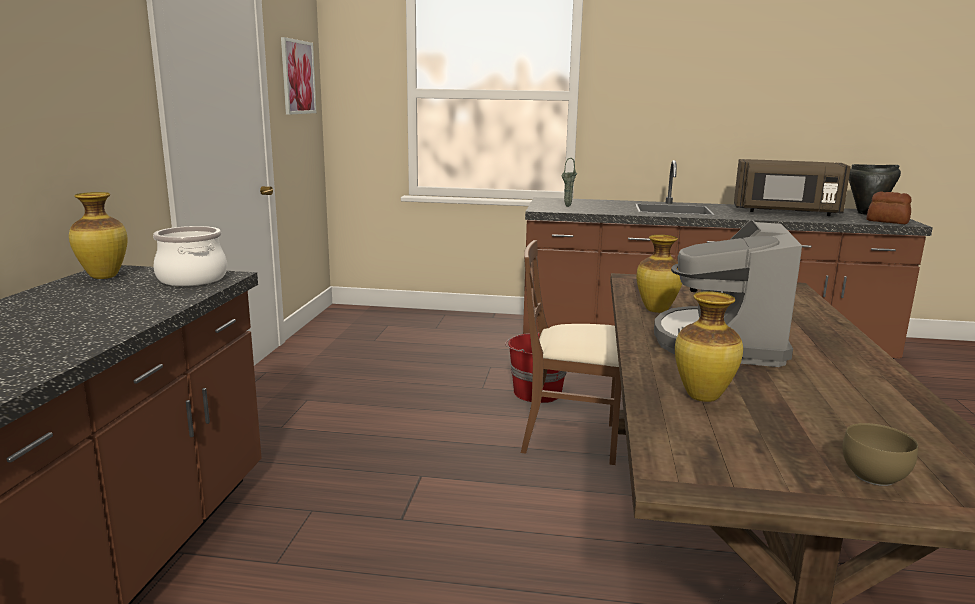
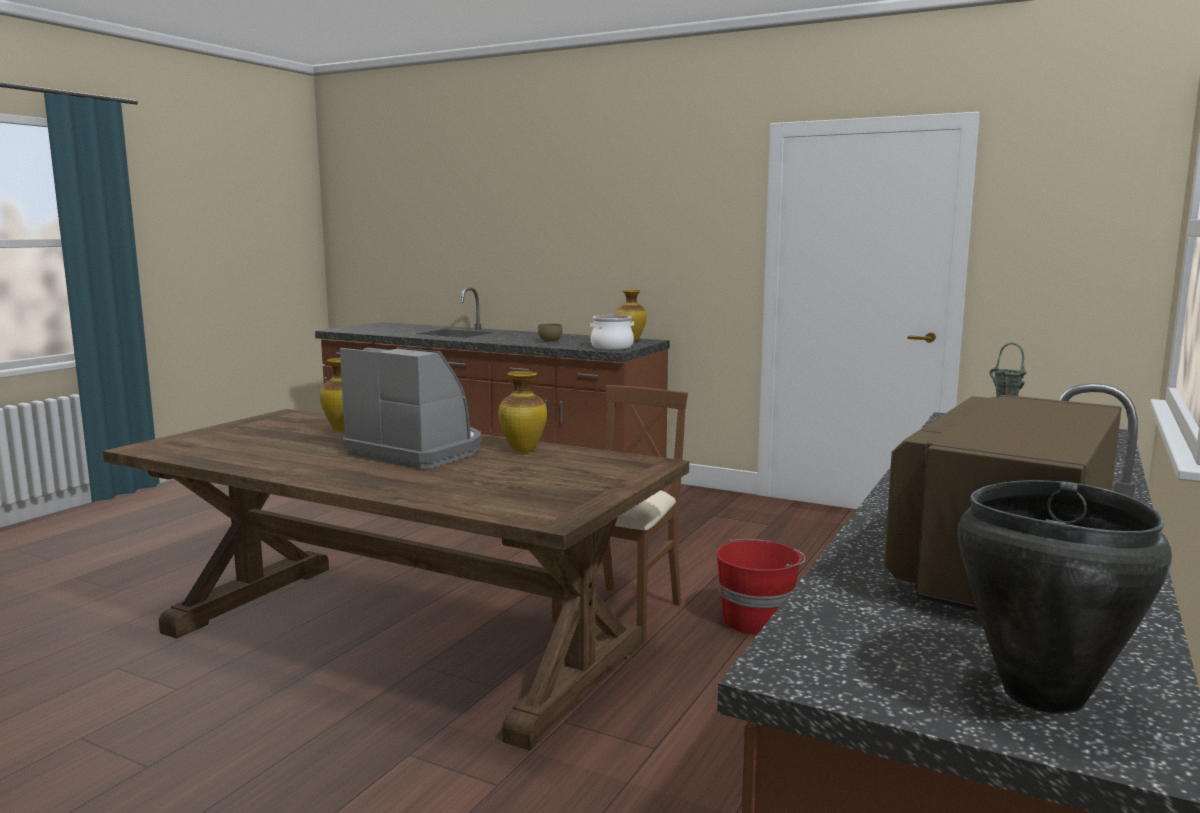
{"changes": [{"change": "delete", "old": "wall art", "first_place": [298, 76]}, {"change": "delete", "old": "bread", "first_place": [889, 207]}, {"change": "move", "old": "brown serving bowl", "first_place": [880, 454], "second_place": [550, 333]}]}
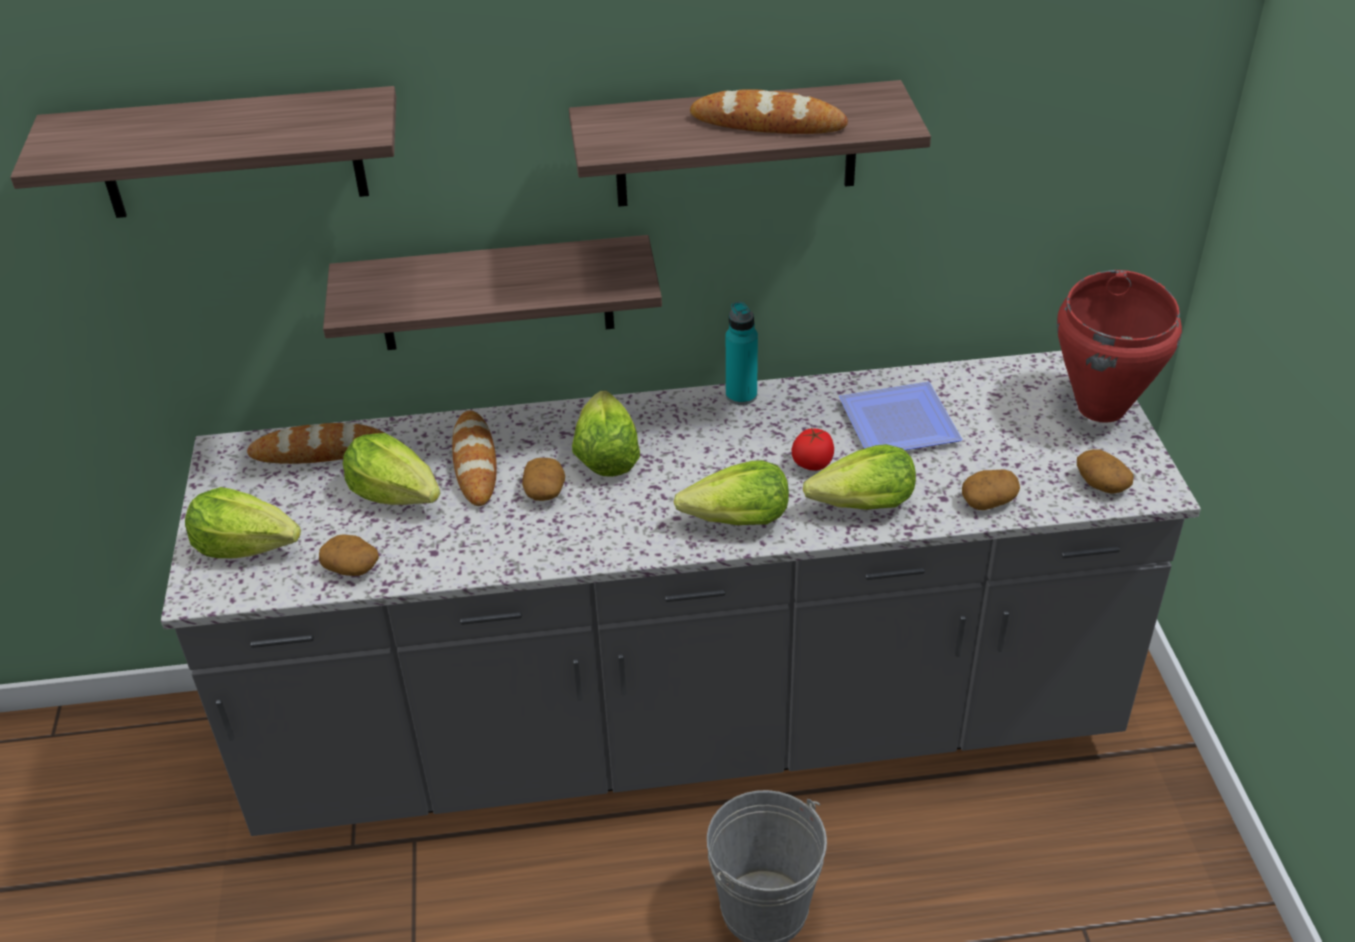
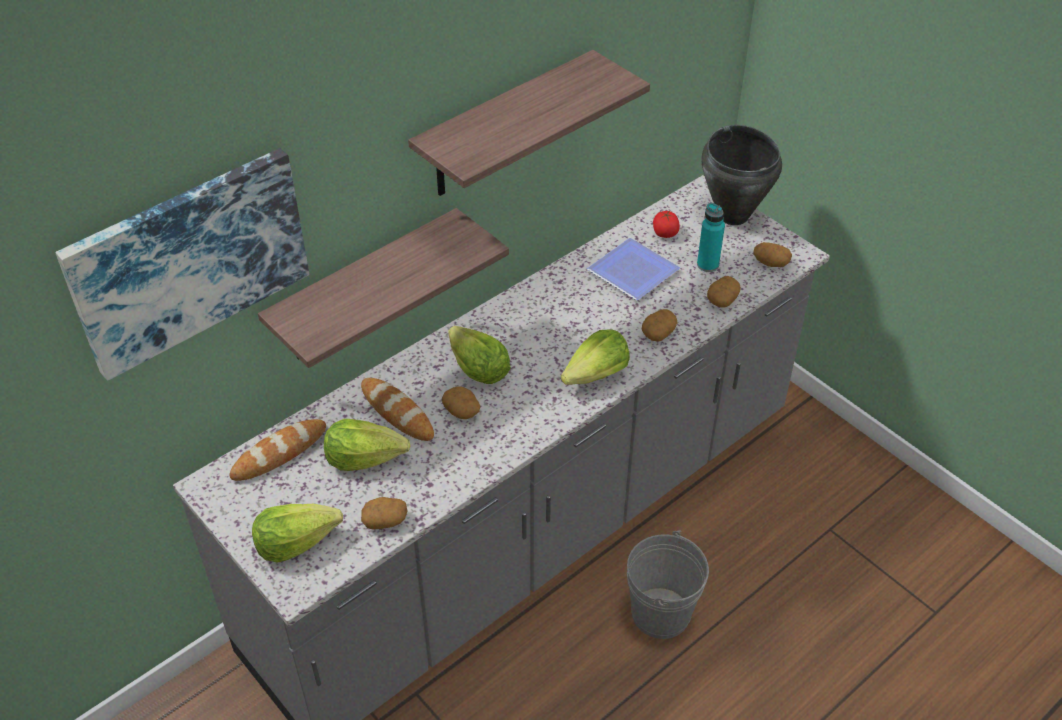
{"changes": [{"change": "delete", "old": "bread", "first_place": [769, 111]}, {"change": "move", "old": "turquoise-coloured bottle", "first_place": [742, 353], "second_place": [711, 237]}, {"change": "move", "old": "tomato", "first_place": [812, 449], "second_place": [666, 224]}, {"change": "replace", "old": "shelf", "new": "wall art", "first_place": [203, 152], "second_place": [182, 264]}, {"change": "replace", "old": "lettuce", "new": "whole potato", "first_place": [859, 477], "second_place": [660, 325]}, {"change": "recolor", "old": "red-coloured saucepot", "new": "black saucepot", "first_place": [1119, 346], "second_place": [742, 175]}]}
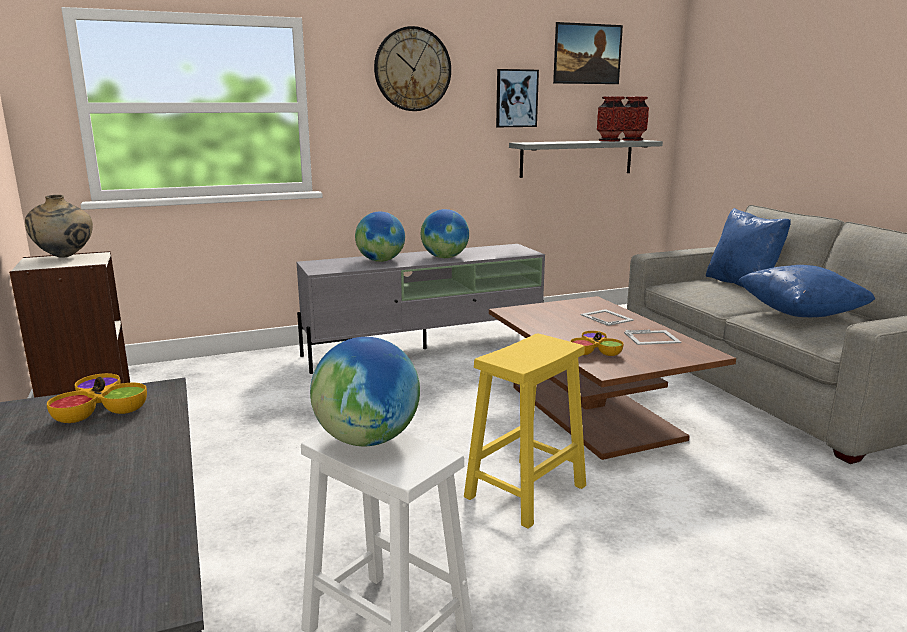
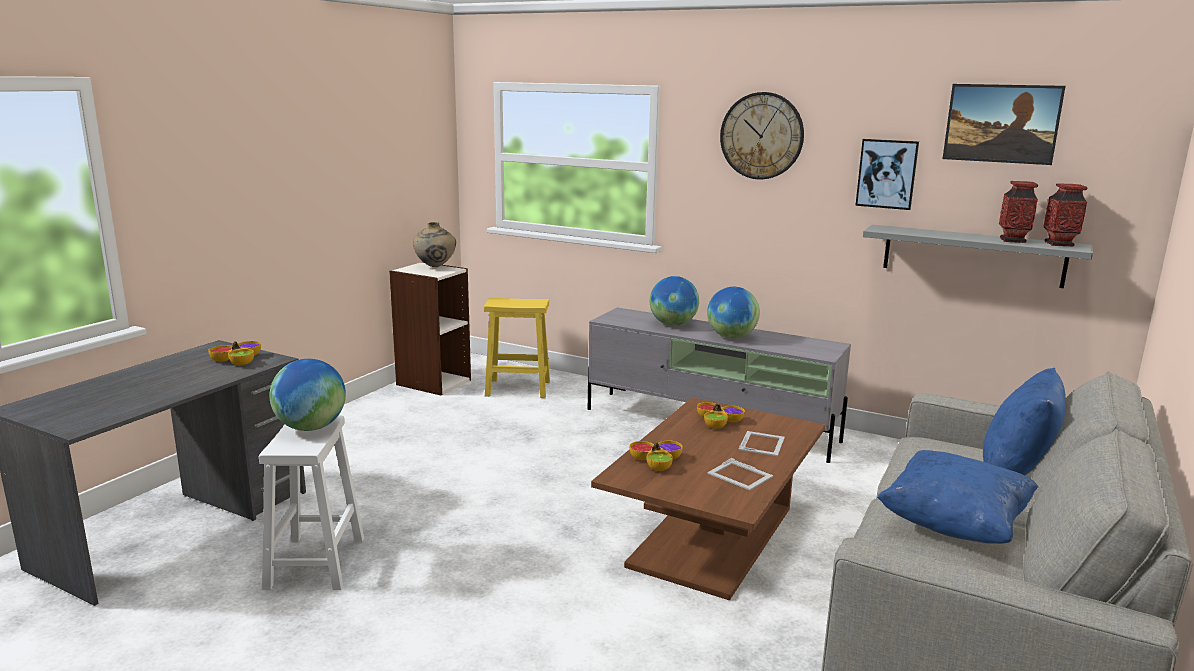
{"changes": [{"change": "insert", "new": "serving bowl", "second_place": [721, 415]}, {"change": "move", "old": "yellowish sitting stool", "first_place": [525, 431], "second_place": [517, 347]}]}
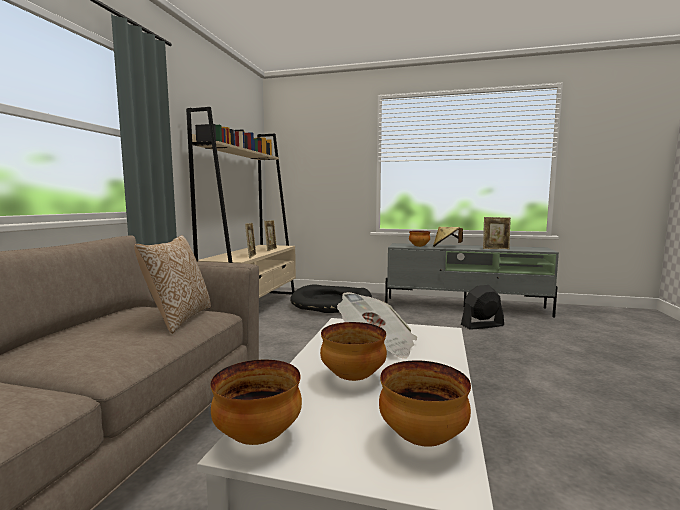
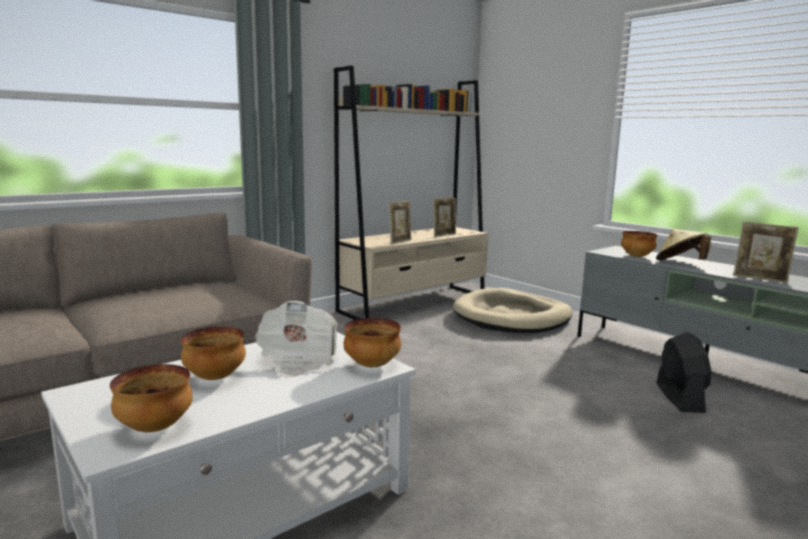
{"changes": [{"change": "delete", "old": "pillow", "first_place": [172, 284]}, {"change": "move", "old": "serving bowl", "first_place": [256, 402], "second_place": [372, 342]}, {"change": "recolor", "old": "black pet bed", "new": "beige pet bed", "first_place": [331, 298], "second_place": [512, 310]}, {"change": "rotate", "old": "black fan", "first_place": [482, 307], "second_place": [684, 372], "degrees": 75}]}
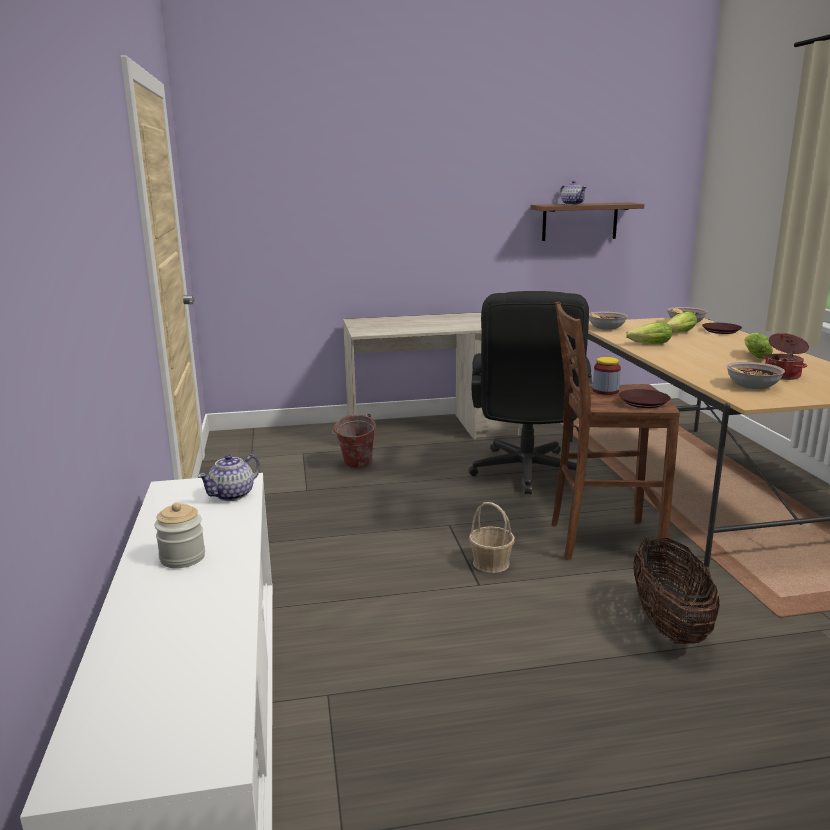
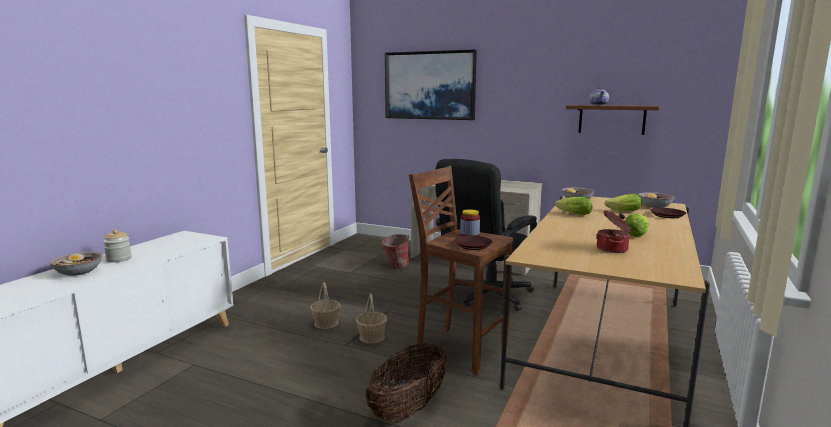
{"changes": [{"change": "delete", "old": "teapot", "first_place": [228, 477]}, {"change": "insert", "new": "storage basket", "second_place": [325, 305]}, {"change": "insert", "new": "wall art", "second_place": [431, 84]}, {"change": "move", "old": "serving bowl", "first_place": [756, 375], "second_place": [76, 263]}]}
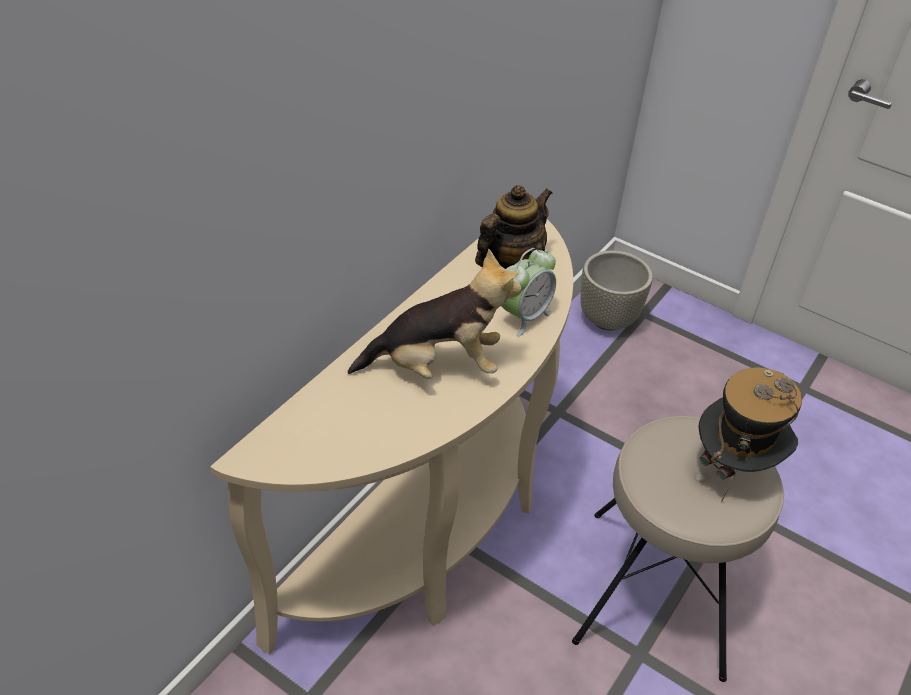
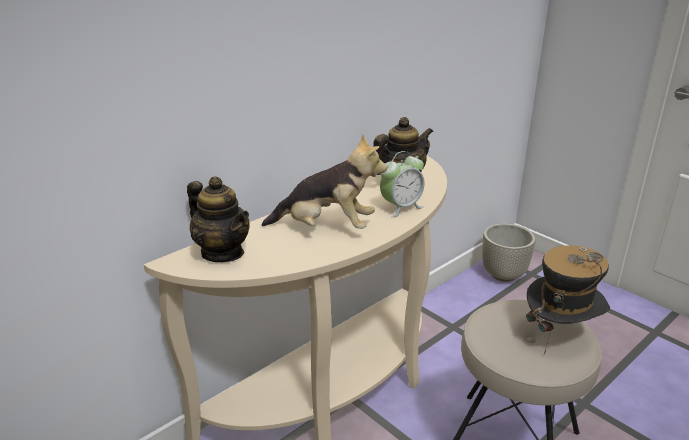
{"changes": [{"change": "insert", "new": "teapot", "second_place": [218, 219]}]}
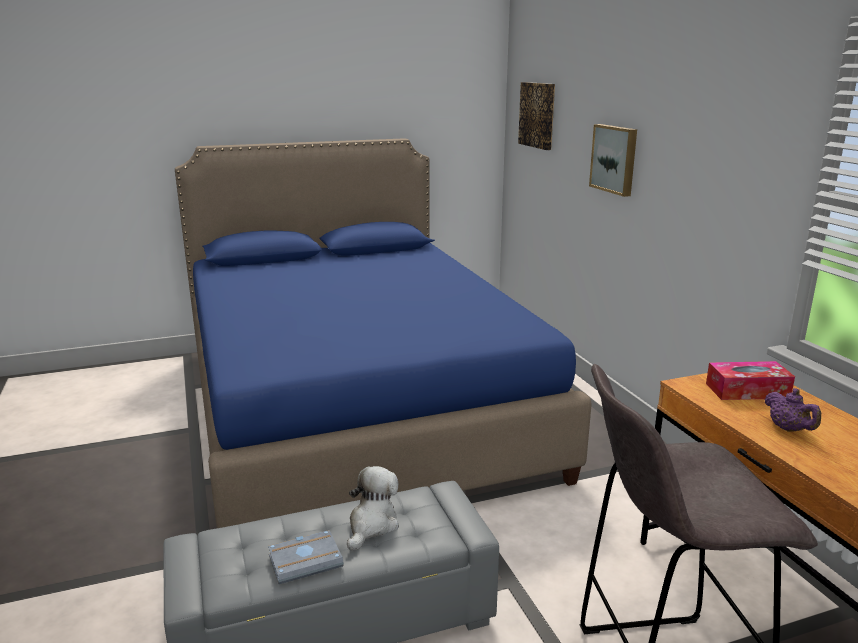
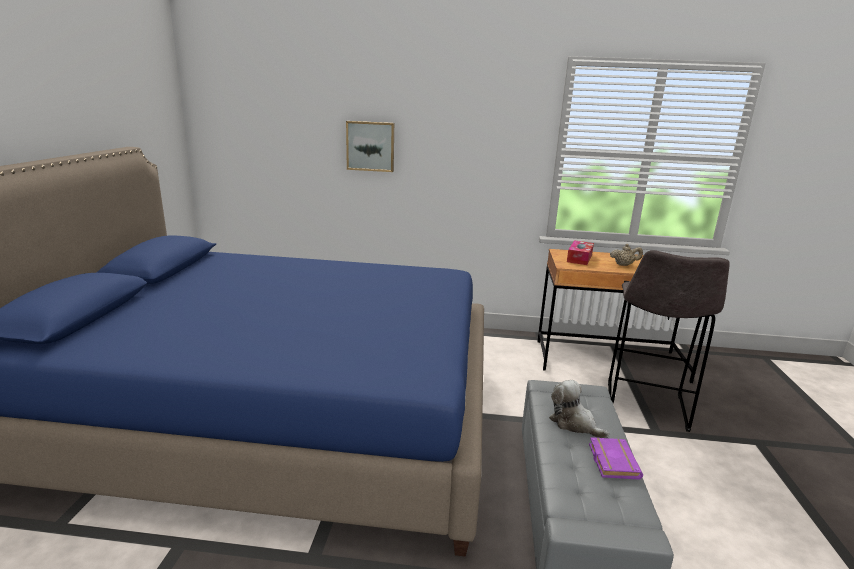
{"changes": [{"change": "delete", "old": "wall art", "first_place": [536, 116]}, {"change": "recolor", "old": "grey book", "new": "purple book", "first_place": [306, 557], "second_place": [616, 458]}, {"change": "recolor", "old": "purple teapot", "new": "beige teapot", "first_place": [792, 410], "second_place": [626, 255]}]}
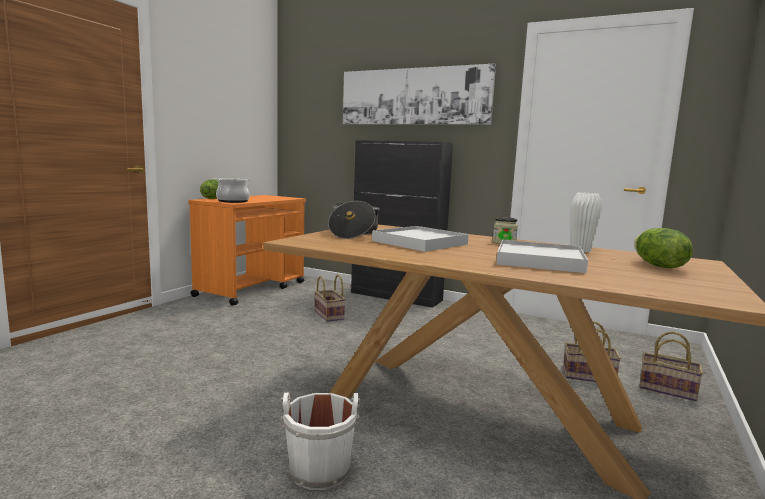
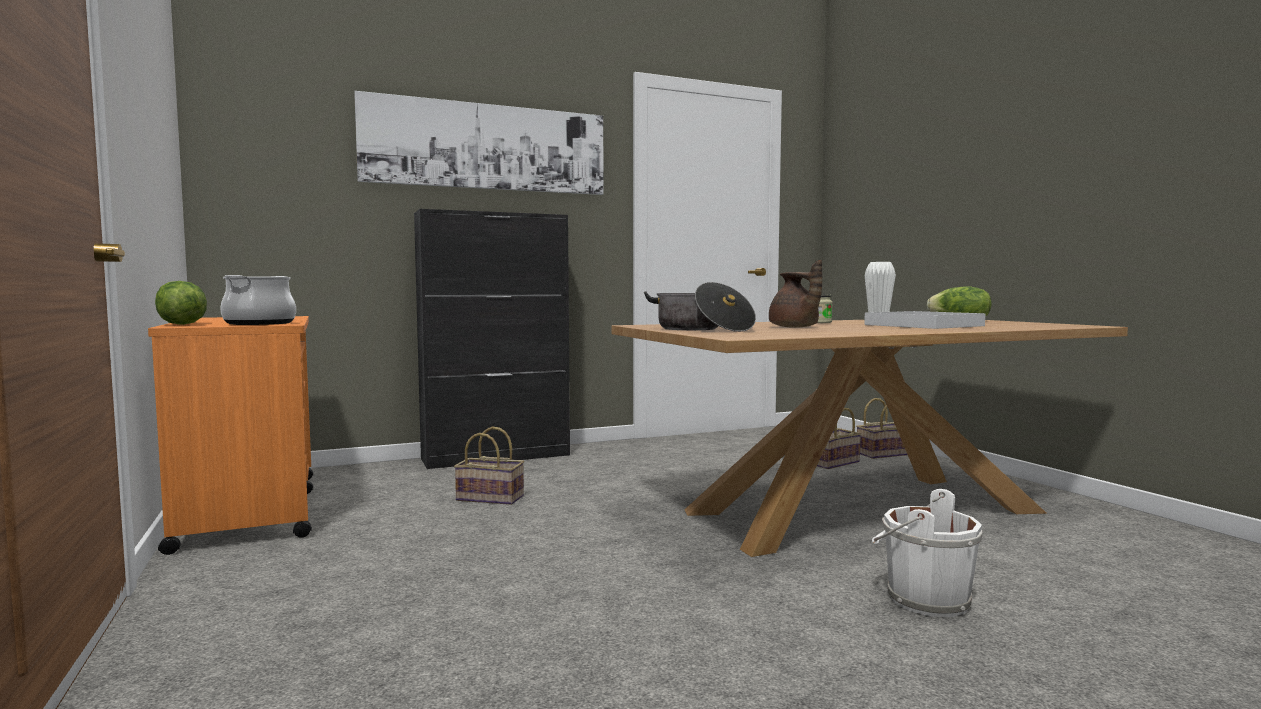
{"changes": [{"change": "replace", "old": "white-coloured tray", "new": "brown teapot", "first_place": [420, 239], "second_place": [795, 294]}]}
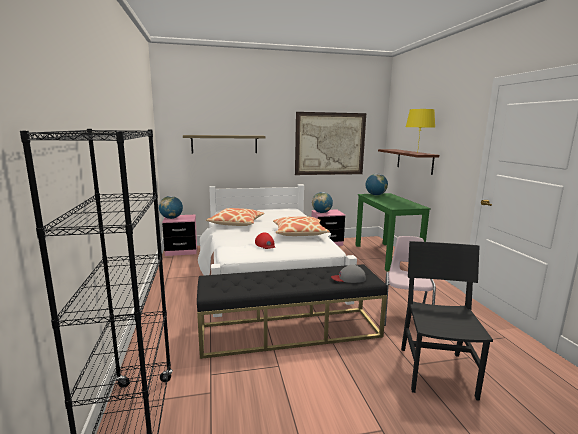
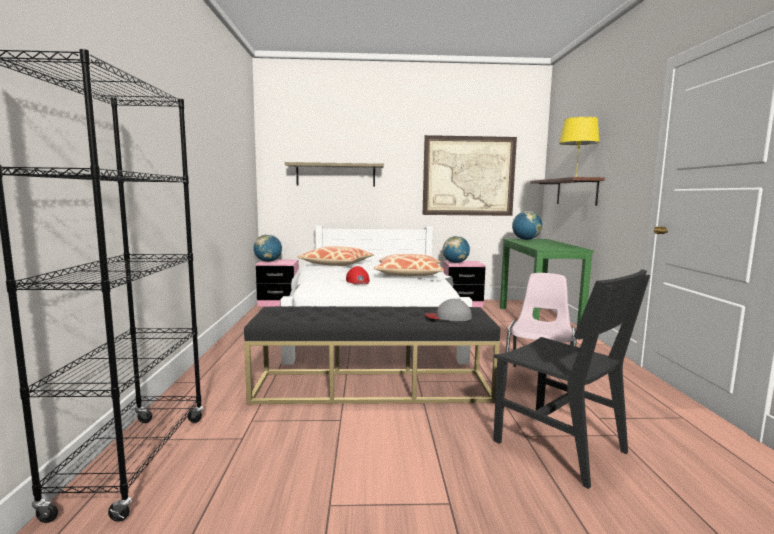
{"changes": [{"change": "rotate", "old": "black plain chair", "first_place": [447, 321], "second_place": [571, 379], "degrees": 120}]}
